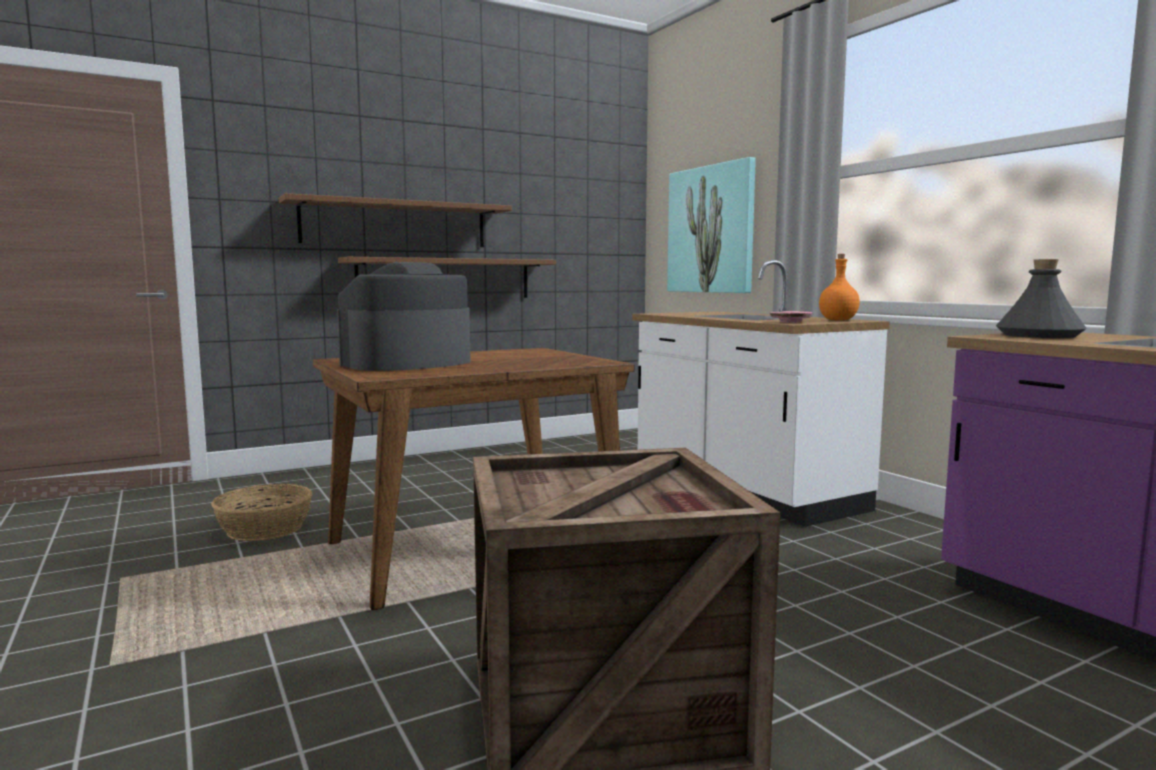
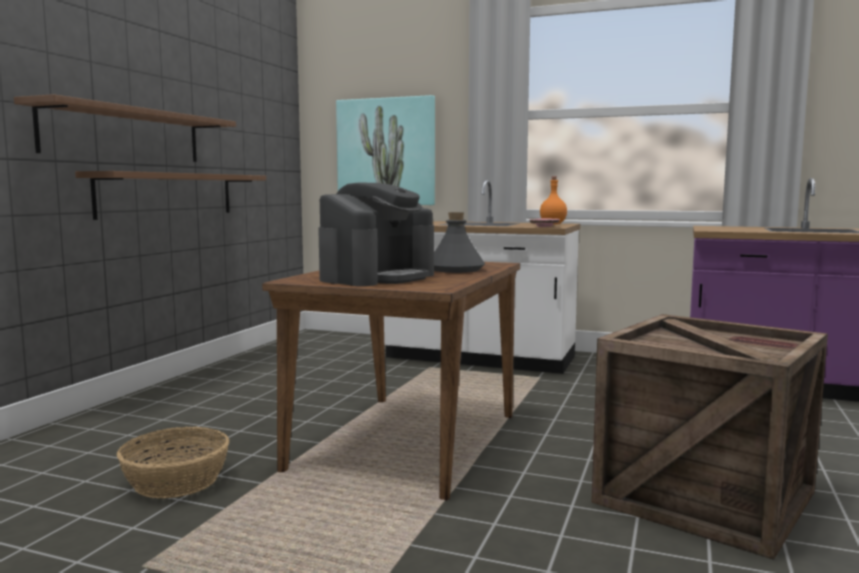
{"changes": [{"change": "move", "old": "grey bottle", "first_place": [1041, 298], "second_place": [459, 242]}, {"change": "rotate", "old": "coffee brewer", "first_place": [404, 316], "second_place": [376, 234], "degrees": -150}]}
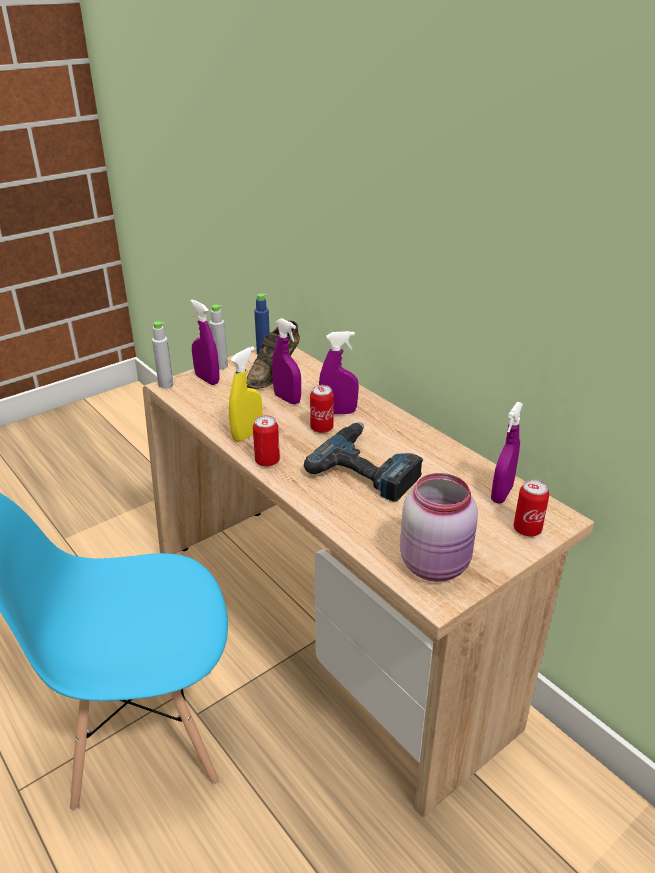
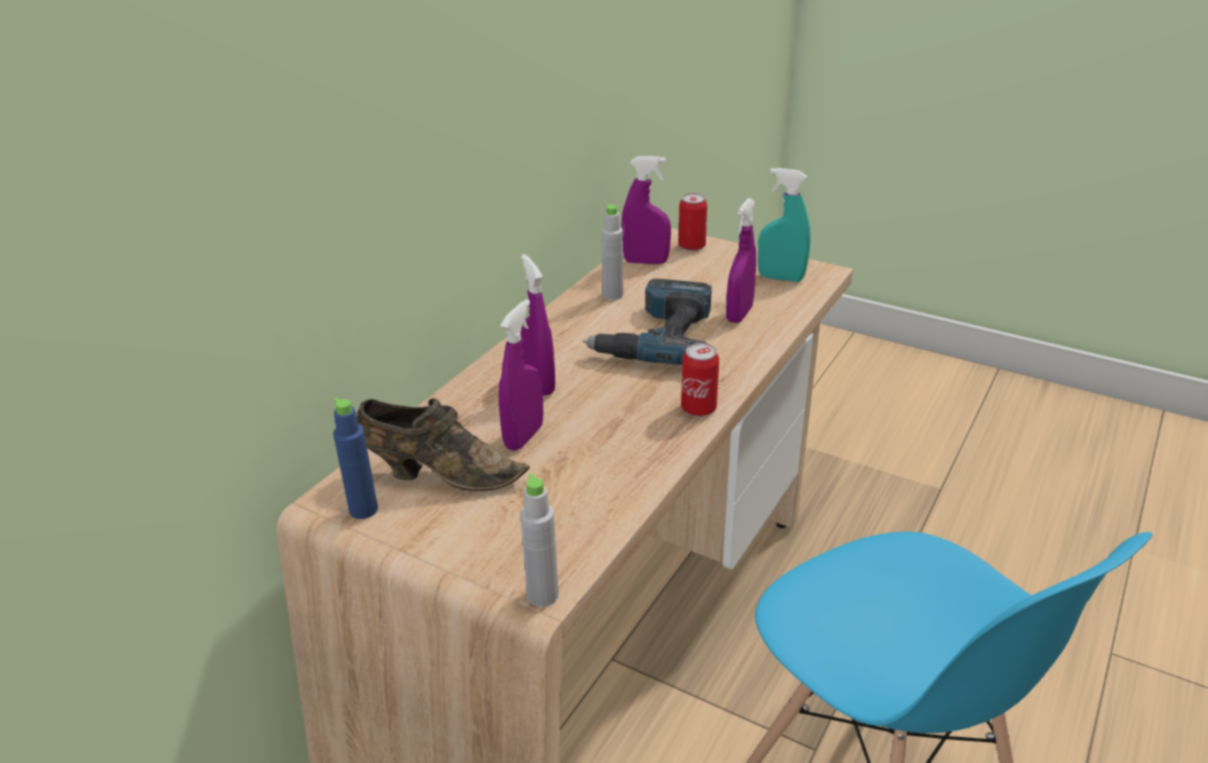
{"changes": [{"change": "delete", "old": "yellowish hand sprayer", "first_place": [246, 394]}, {"change": "delete", "old": "sealed can", "first_place": [322, 409]}, {"change": "move", "old": "purple hand sprayer", "first_place": [205, 342], "second_place": [741, 260]}, {"change": "move", "old": "grey bottle", "first_place": [219, 337], "second_place": [612, 252]}, {"change": "replace", "old": "pink-coloured jar", "new": "turquoise-coloured hand sprayer", "first_place": [439, 527], "second_place": [784, 225]}]}
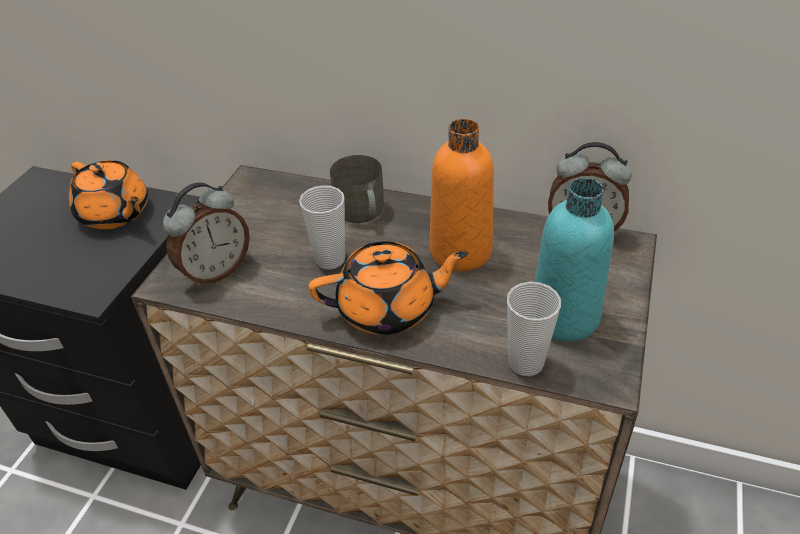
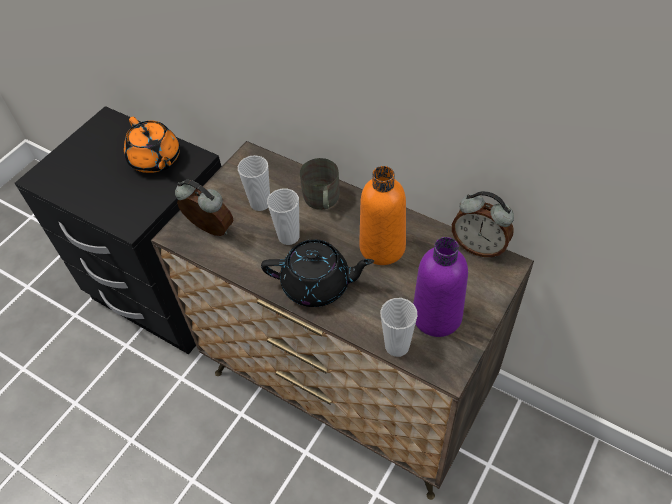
{"changes": [{"change": "insert", "new": "drinking cup", "second_place": [254, 183]}, {"change": "recolor", "old": "orangey teapot", "new": "black teapot", "first_place": [388, 288], "second_place": [317, 273]}, {"change": "recolor", "old": "turquoise-coloured bottle", "new": "purple bottle", "first_place": [574, 260], "second_place": [440, 287]}, {"change": "rotate", "old": "table clock", "first_place": [206, 234], "second_place": [204, 208], "degrees": -120}]}
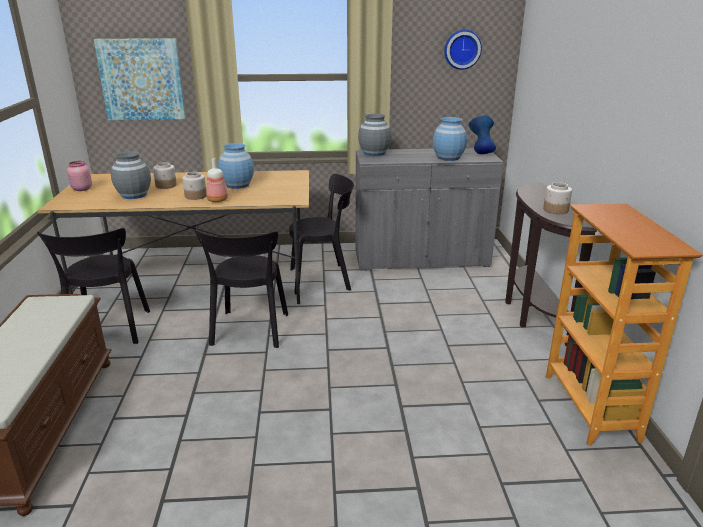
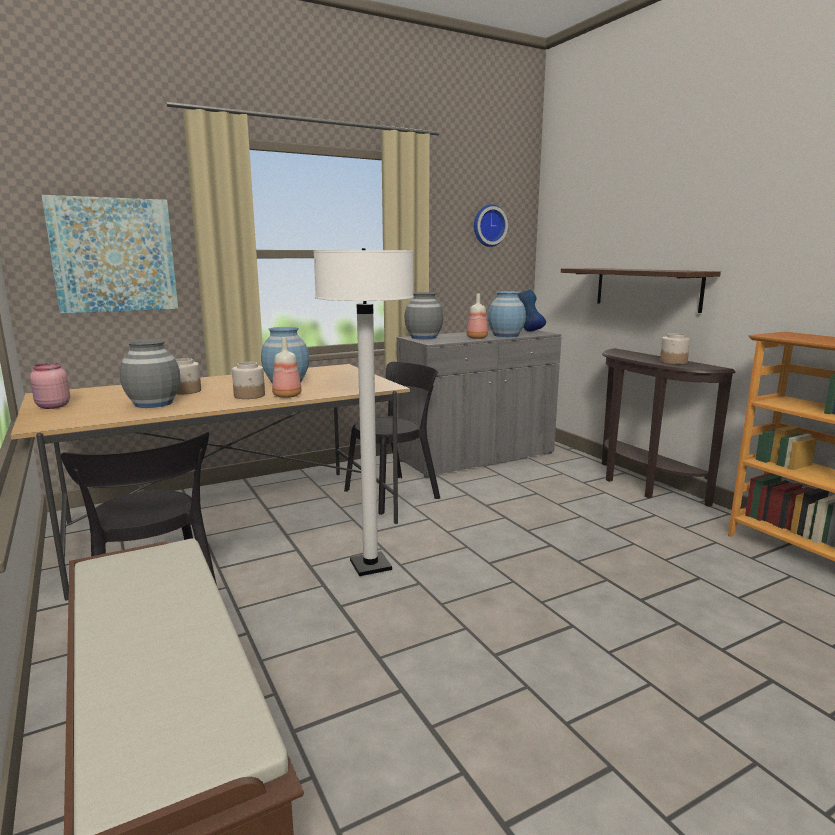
{"changes": [{"change": "insert", "new": "bottle", "second_place": [477, 316]}, {"change": "insert", "new": "shelf", "second_place": [641, 290]}, {"change": "replace", "old": "black plain chair", "new": "white-coloured floor lamp", "first_place": [241, 289], "second_place": [363, 412]}]}
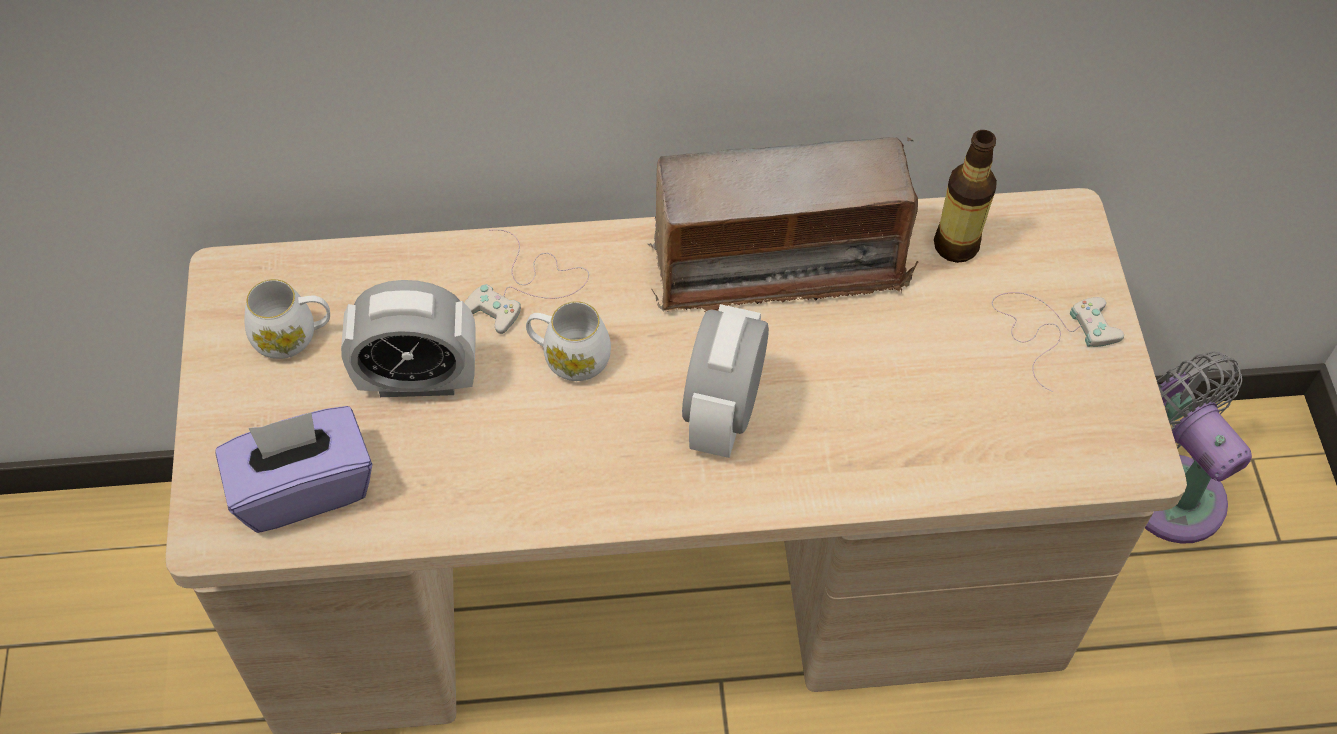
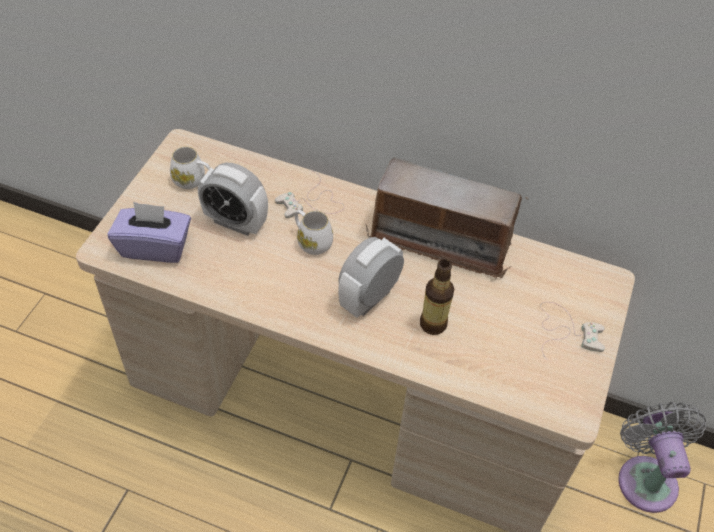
{"changes": [{"change": "move", "old": "bottle", "first_place": [965, 196], "second_place": [437, 297]}]}
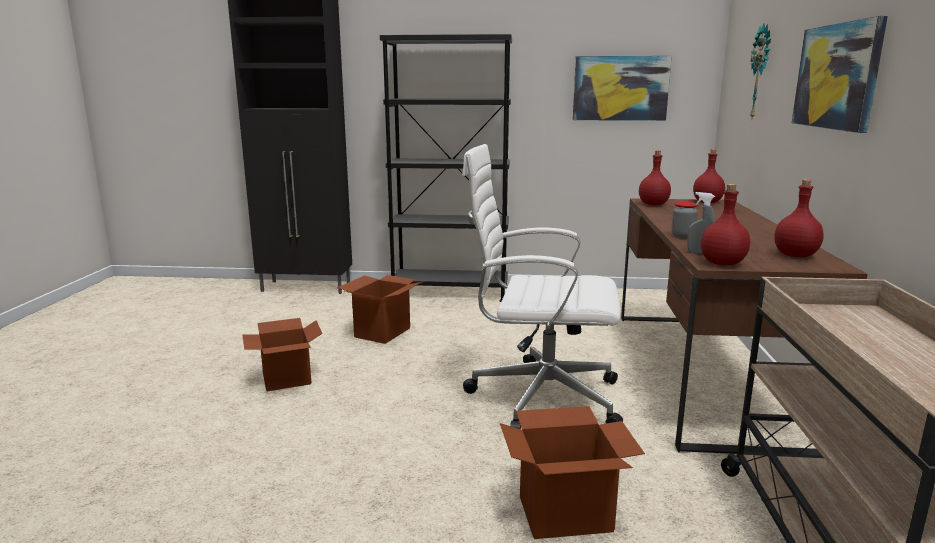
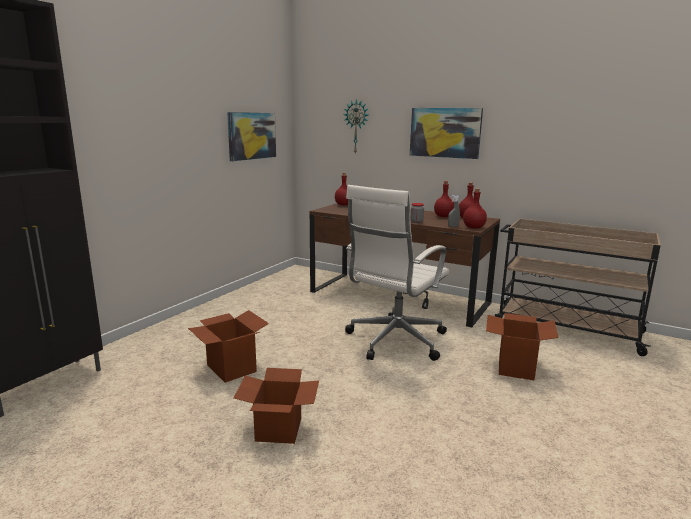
{"changes": [{"change": "delete", "old": "black bookshelf", "first_place": [446, 168]}, {"change": "move", "old": "red-coloured bottle", "first_place": [655, 178], "second_place": [444, 199]}]}
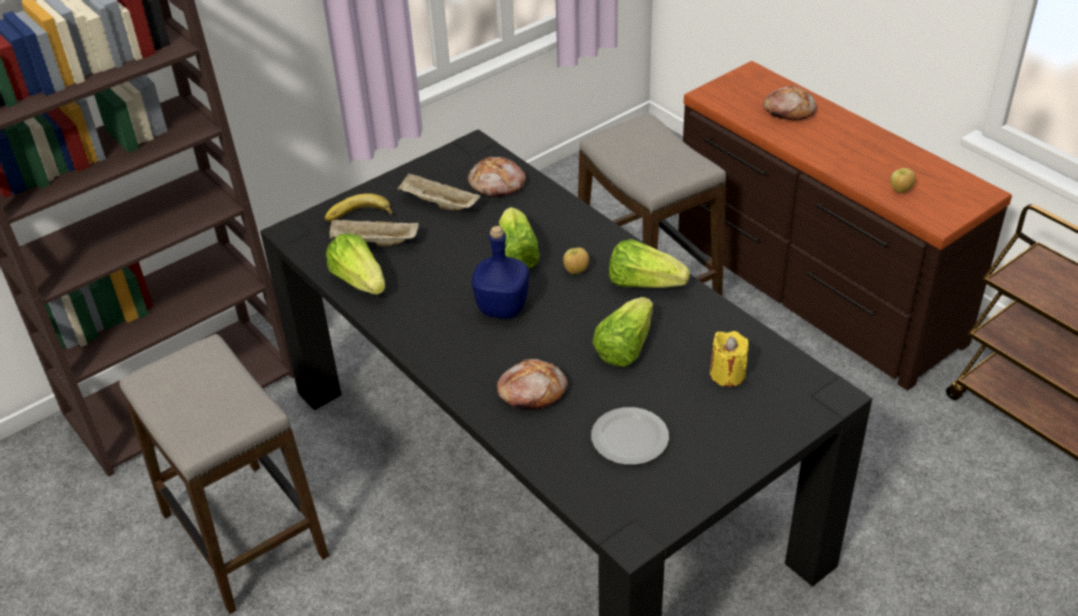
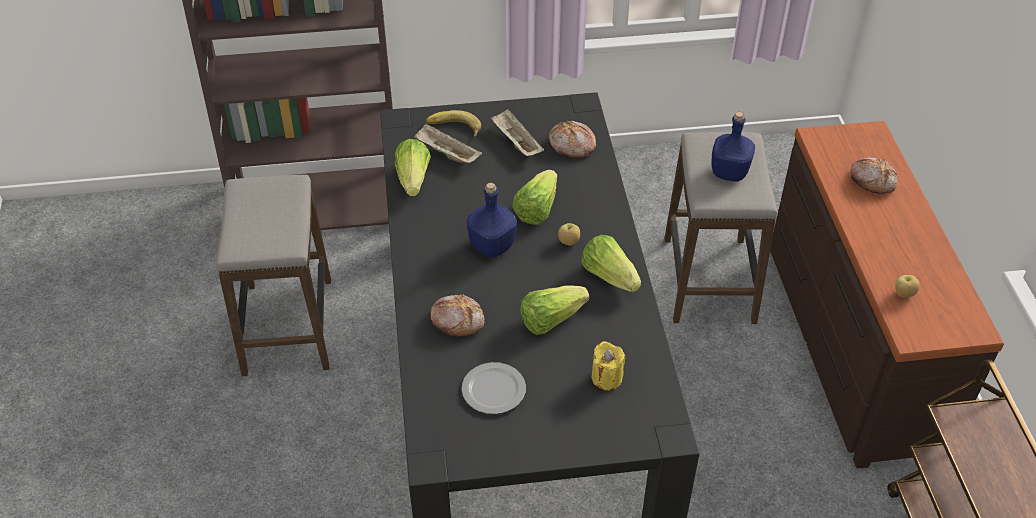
{"changes": [{"change": "insert", "new": "blue-coloured bottle", "second_place": [733, 146]}]}
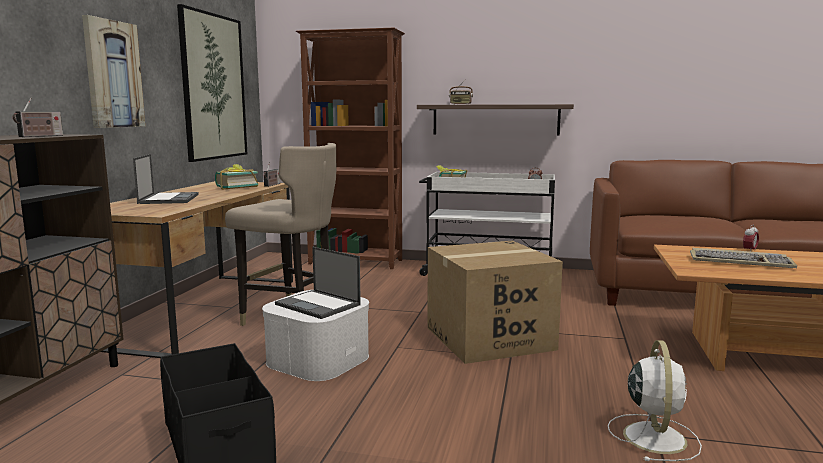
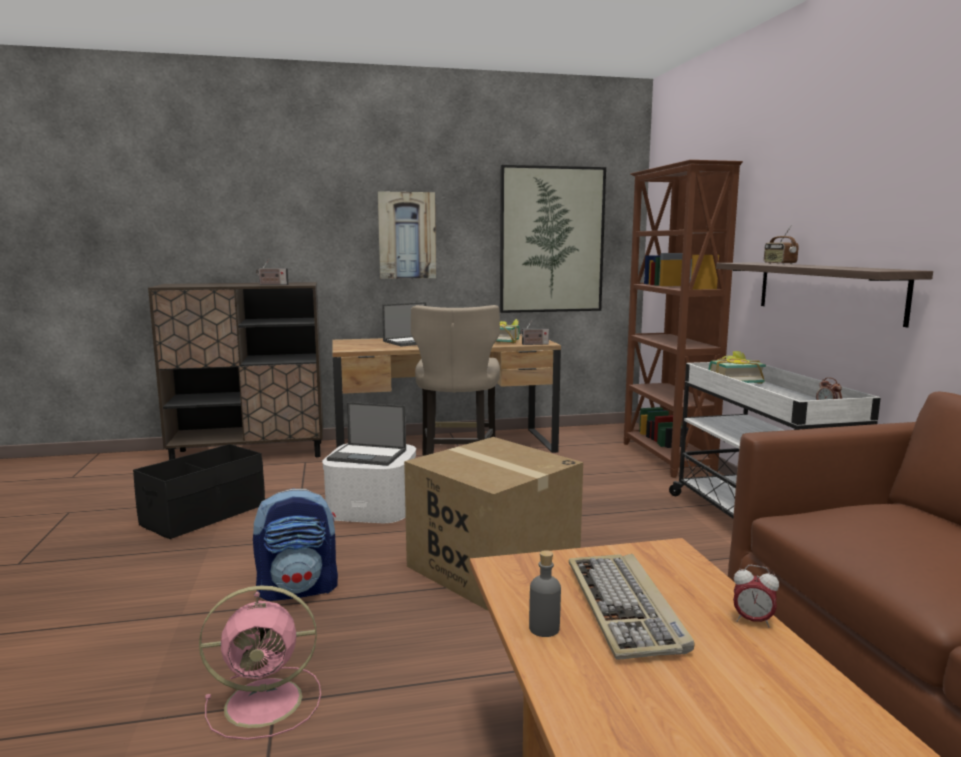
{"changes": [{"change": "insert", "new": "rucksack", "second_place": [295, 544]}, {"change": "insert", "new": "grey bottle", "second_place": [545, 593]}, {"change": "recolor", "old": "white-coloured fan", "new": "pink-coloured fan", "first_place": [655, 400], "second_place": [260, 662]}, {"change": "rotate", "old": "notebook computer", "first_place": [318, 283], "second_place": [366, 434], "degrees": -90}]}
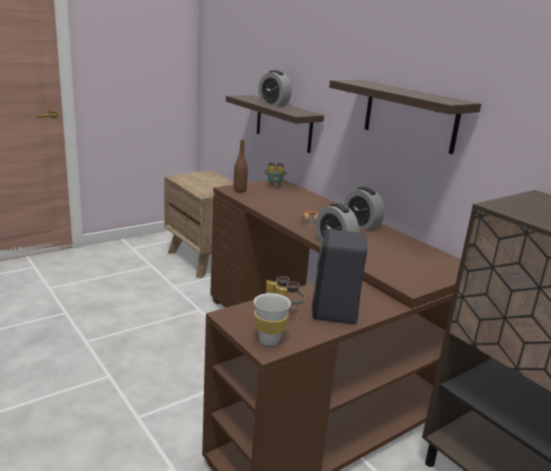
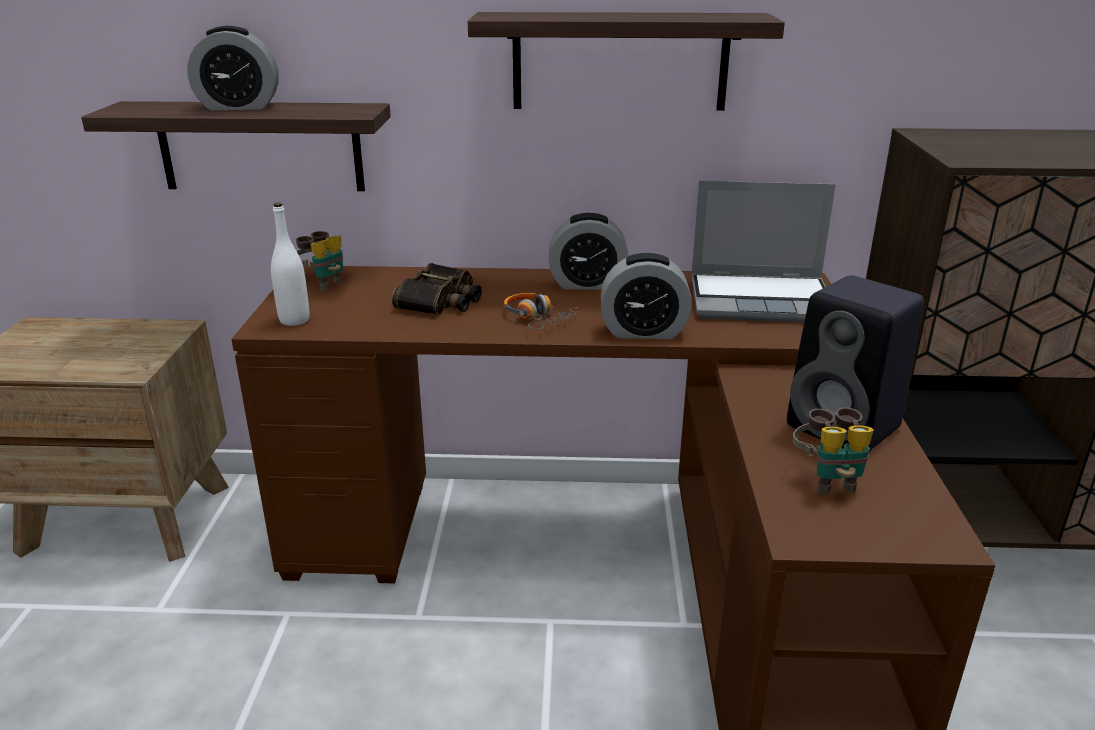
{"changes": [{"change": "delete", "old": "white-coloured drinking cup", "first_place": [272, 319]}, {"change": "insert", "new": "binoculars", "second_place": [437, 289]}, {"change": "insert", "new": "notebook computer", "second_place": [763, 251]}, {"change": "recolor", "old": "brown bottle", "new": "white-coloured bottle", "first_place": [241, 165], "second_place": [290, 264]}]}
